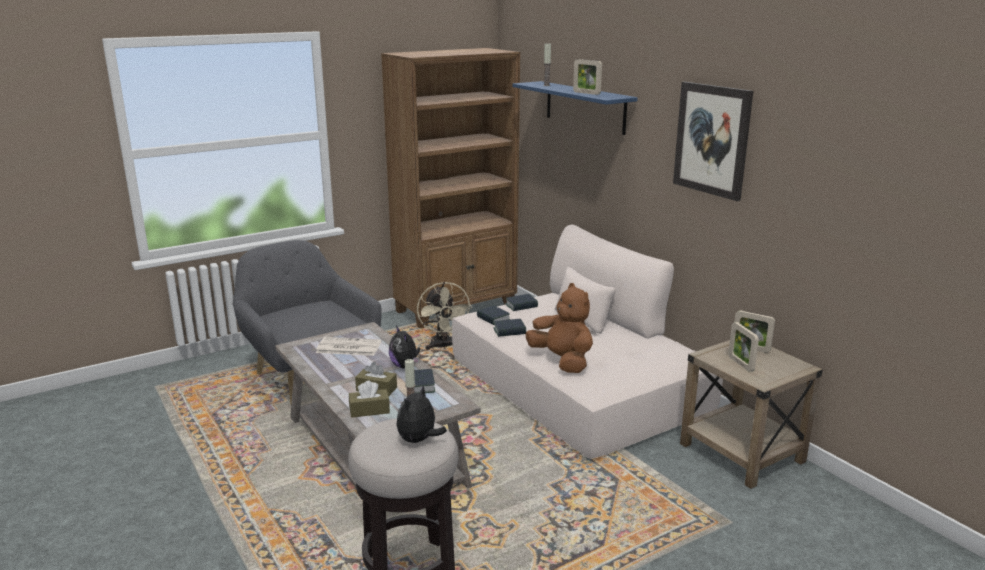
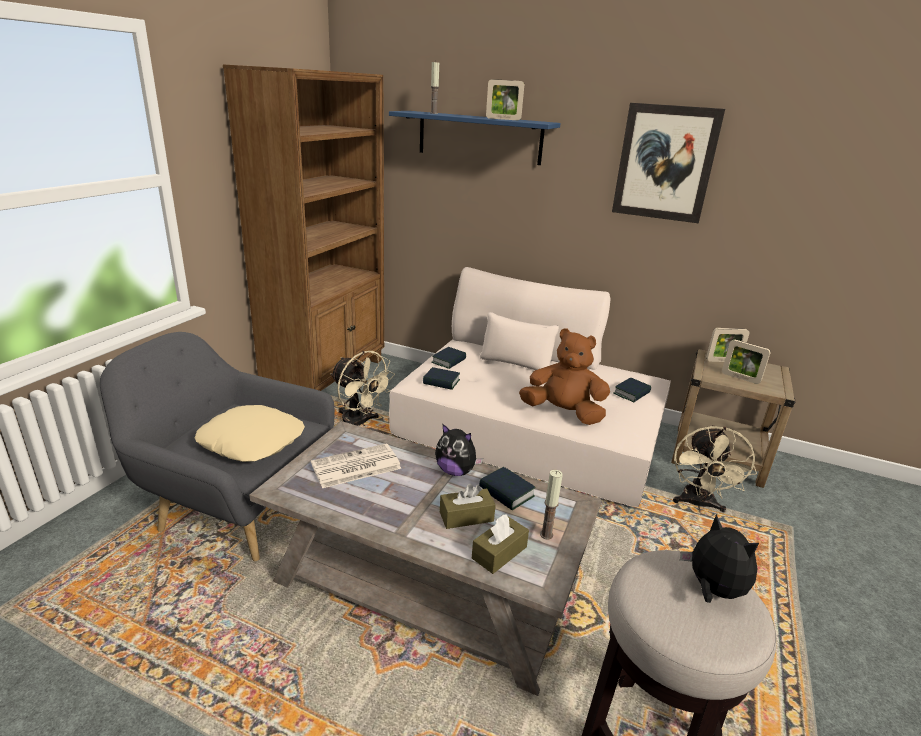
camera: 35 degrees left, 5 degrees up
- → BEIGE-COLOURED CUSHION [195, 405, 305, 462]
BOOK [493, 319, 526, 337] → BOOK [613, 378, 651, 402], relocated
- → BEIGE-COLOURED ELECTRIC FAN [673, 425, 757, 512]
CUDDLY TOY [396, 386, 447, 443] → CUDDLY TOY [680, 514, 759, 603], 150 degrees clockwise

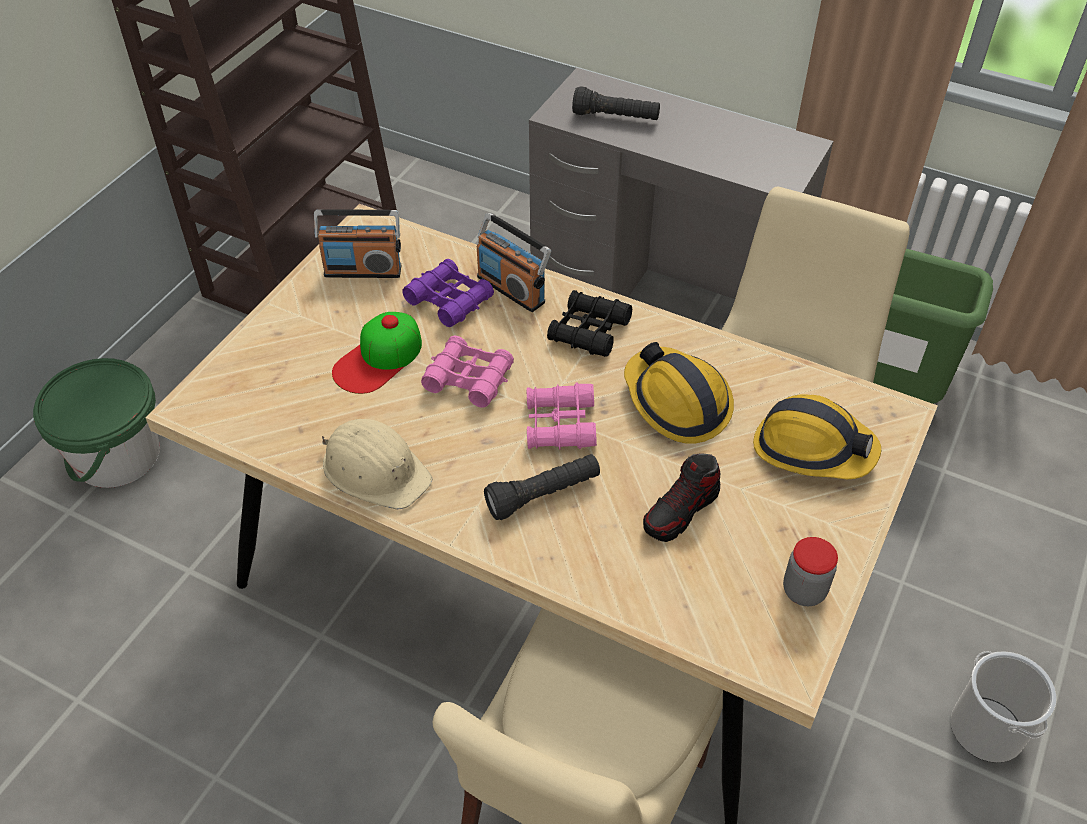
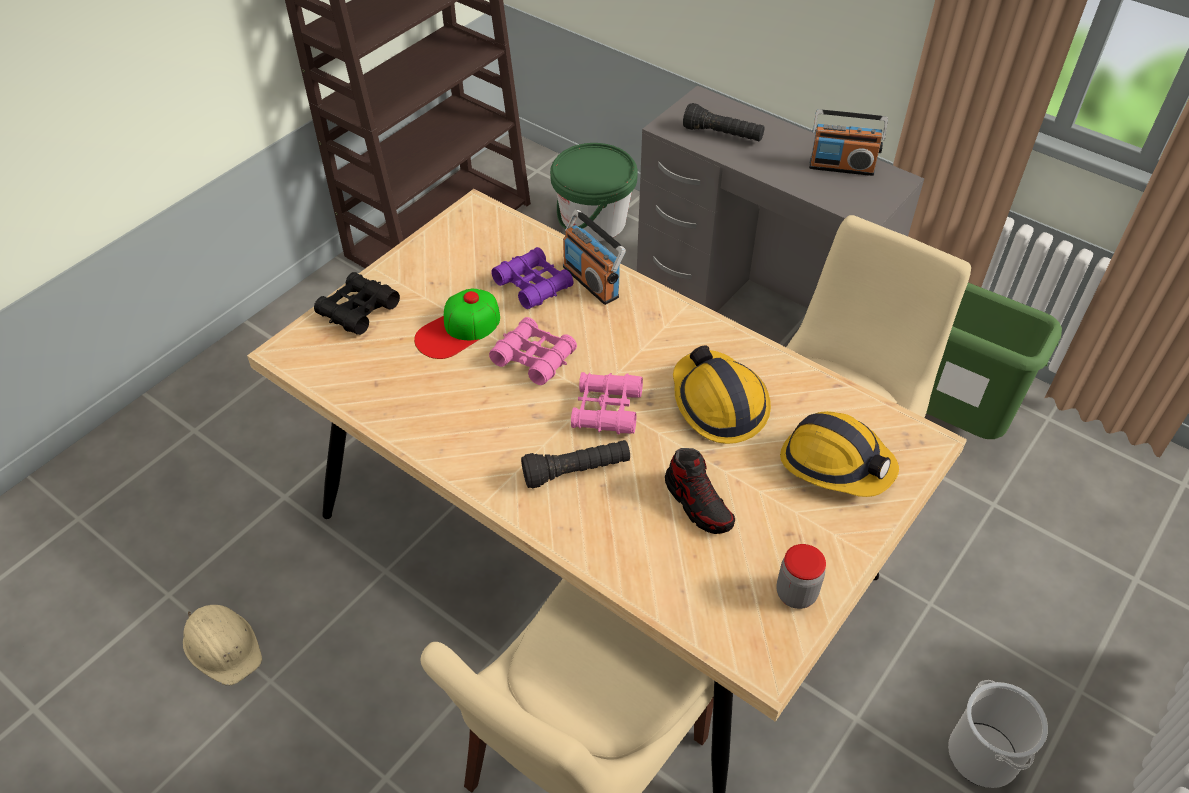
camera: 10 degrees right, 0 degrees up
BEIGE-COLOURED HARD HAT [322, 419, 432, 509] → BEIGE-COLOURED HARD HAT [183, 605, 262, 686], relocated
BLACKISH PAIR OF BINOCULARS [547, 290, 632, 357] → BLACKISH PAIR OF BINOCULARS [314, 272, 400, 335], relocated
GREENISH BUCKET [33, 358, 160, 488] → GREENISH BUCKET [550, 143, 638, 241], relocated
SHOE [643, 453, 720, 542] → SHOE [665, 448, 735, 534], 90 degrees counterclockwise
RADIO [314, 209, 401, 278] → RADIO [809, 109, 888, 176], relocated

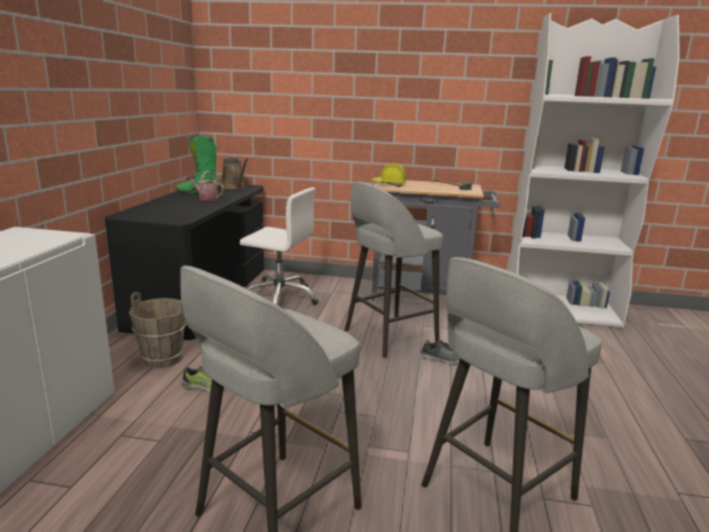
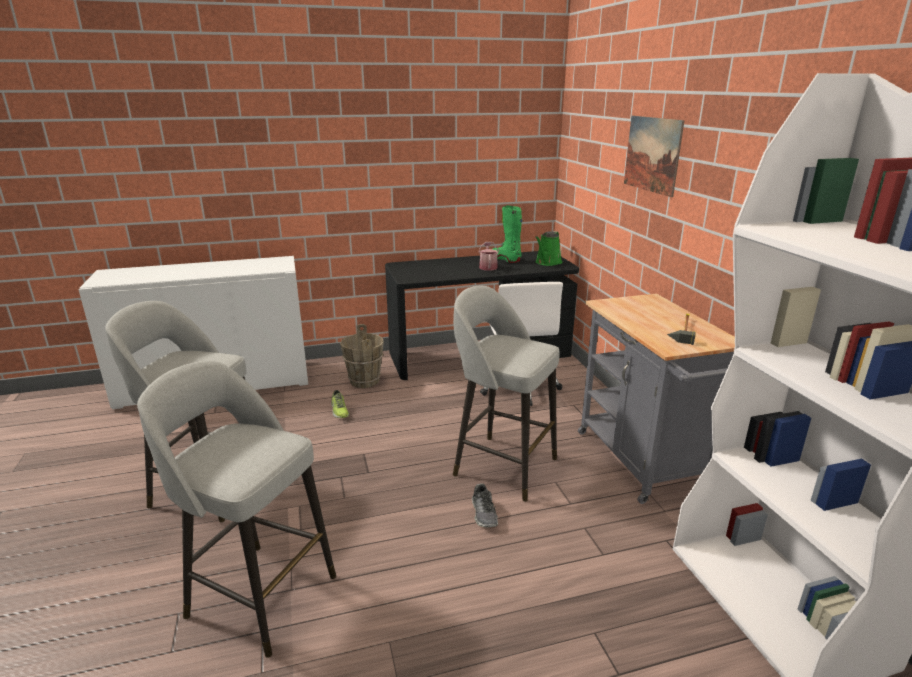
camera: 65 degrees right, 5 degrees up
BROWN-COLOURED WATERING CAN [220, 157, 248, 189] → GREENISH WATERING CAN [535, 231, 562, 266]
- → PICTURE [624, 116, 684, 197]
YELLOW-COLOURED HARD HAT [372, 163, 406, 187] → -

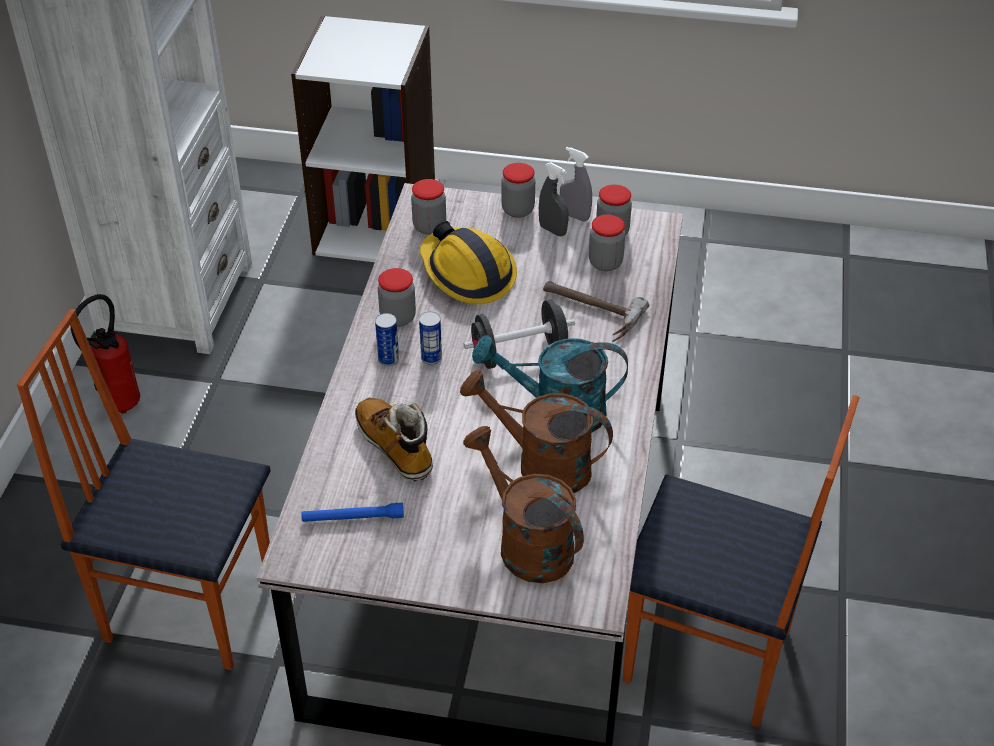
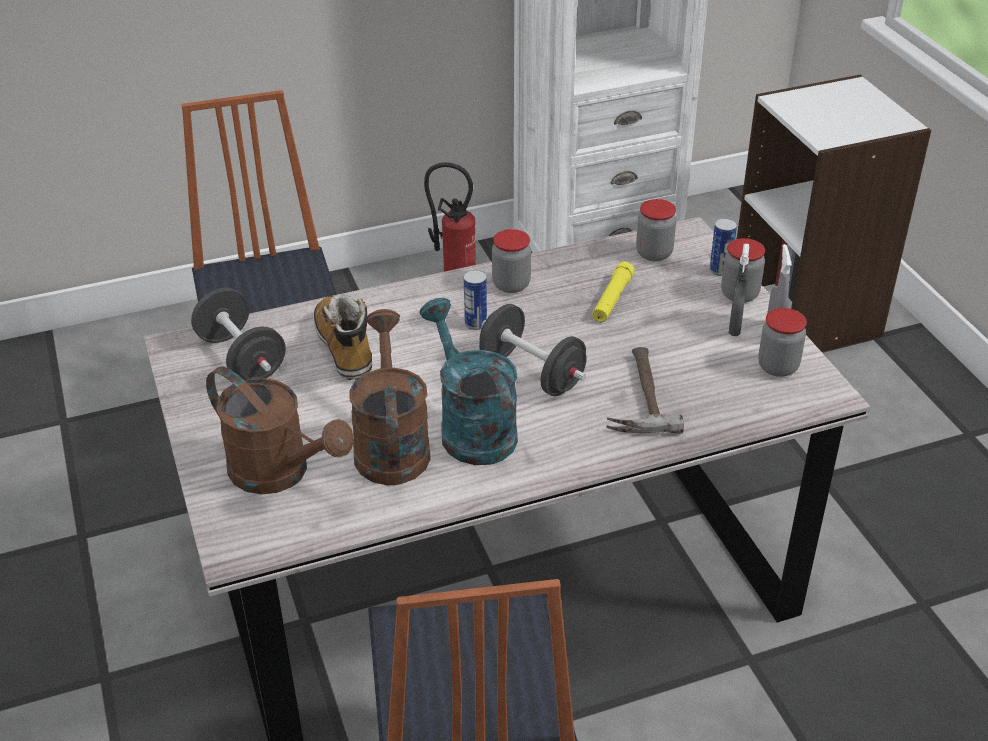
camera: 60 degrees right, 5 degrees down
BLUISH FLASHLIGHT [301, 503, 404, 522] → BLACKISH FREE WEIGHT [191, 288, 286, 380]
BROWN-COLOURED WATERING CAN [463, 426, 584, 583] → BROWN-COLOURED WATERING CAN [206, 367, 354, 494], 105 degrees clockwise
HIGH-TOP BOOT [355, 397, 433, 481] → HIGH-TOP BOOT [313, 294, 372, 380], 45 degrees counterclockwise
HARD HAT [420, 221, 517, 304] → YELLOW-COLOURED FLASHLIGHT [592, 262, 635, 322]
METAL CAN [375, 313, 399, 367] → METAL CAN [710, 218, 737, 276], relocated
JAR [589, 215, 625, 271] → -

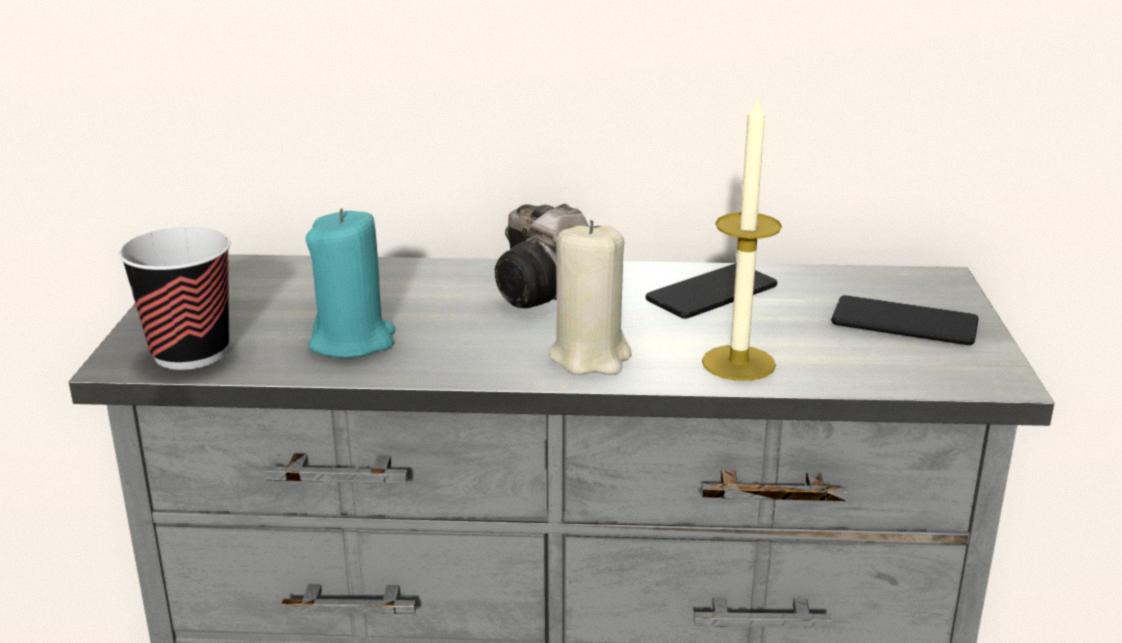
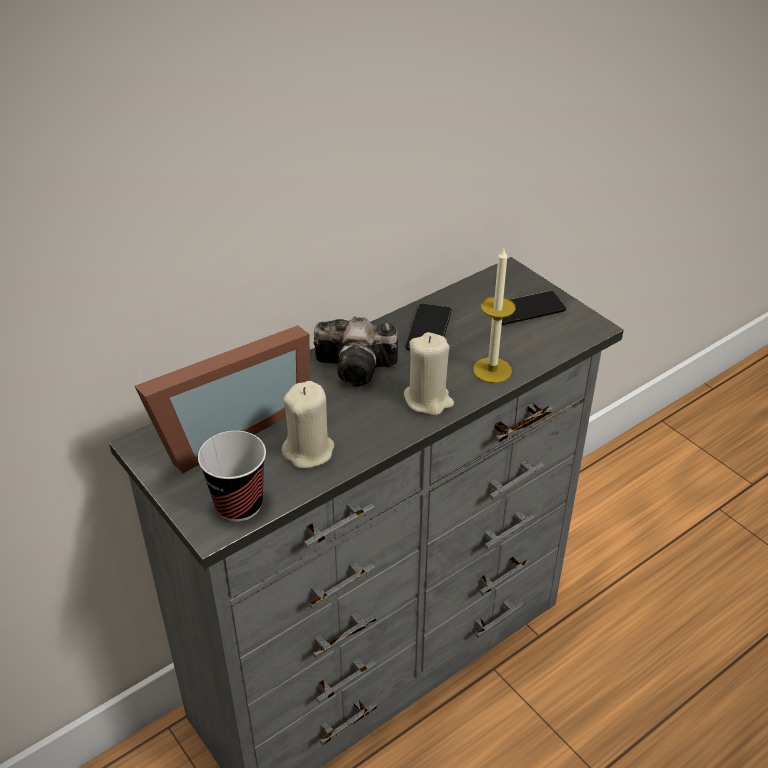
camera: 40 degrees left, 15 degrees up
- → PICTURE FRAME [134, 325, 310, 473]
BLUE-GREEN CANDLE [306, 208, 395, 358] → BEIGE-COLOURED CANDLE [282, 381, 334, 469]

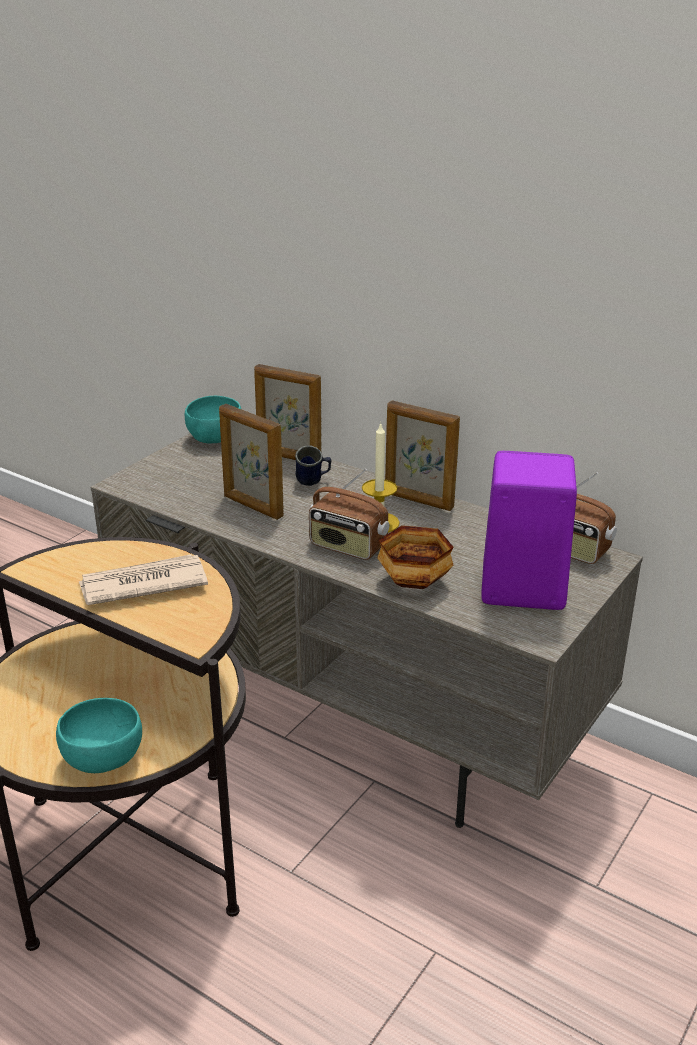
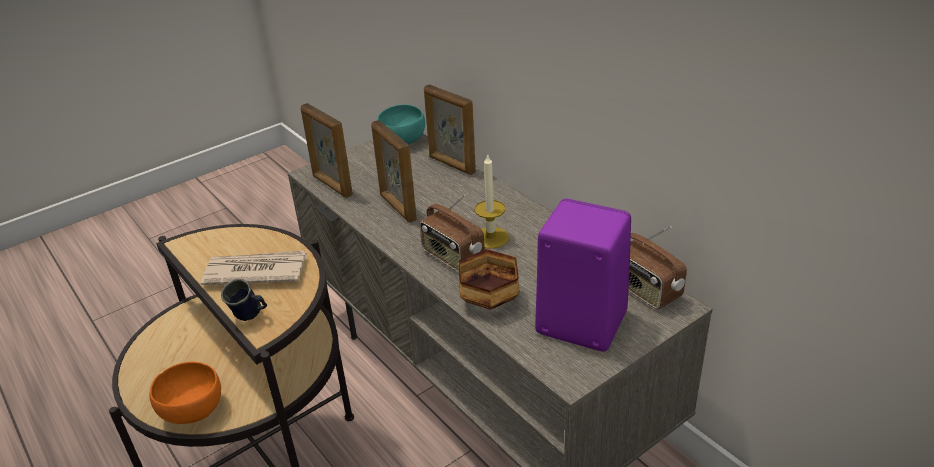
camera: 20 degrees right, 5 degrees up
BLUE-GREEN DEEP DISH [56, 698, 142, 773] → ORANGEY DEEP DISH [150, 362, 221, 424]
BLUISH TEA MUG [295, 446, 331, 486] → BLUISH TEA MUG [221, 279, 267, 321], relocated
PICTURE FRAME [385, 401, 460, 511] → PICTURE FRAME [301, 103, 353, 198], relocated

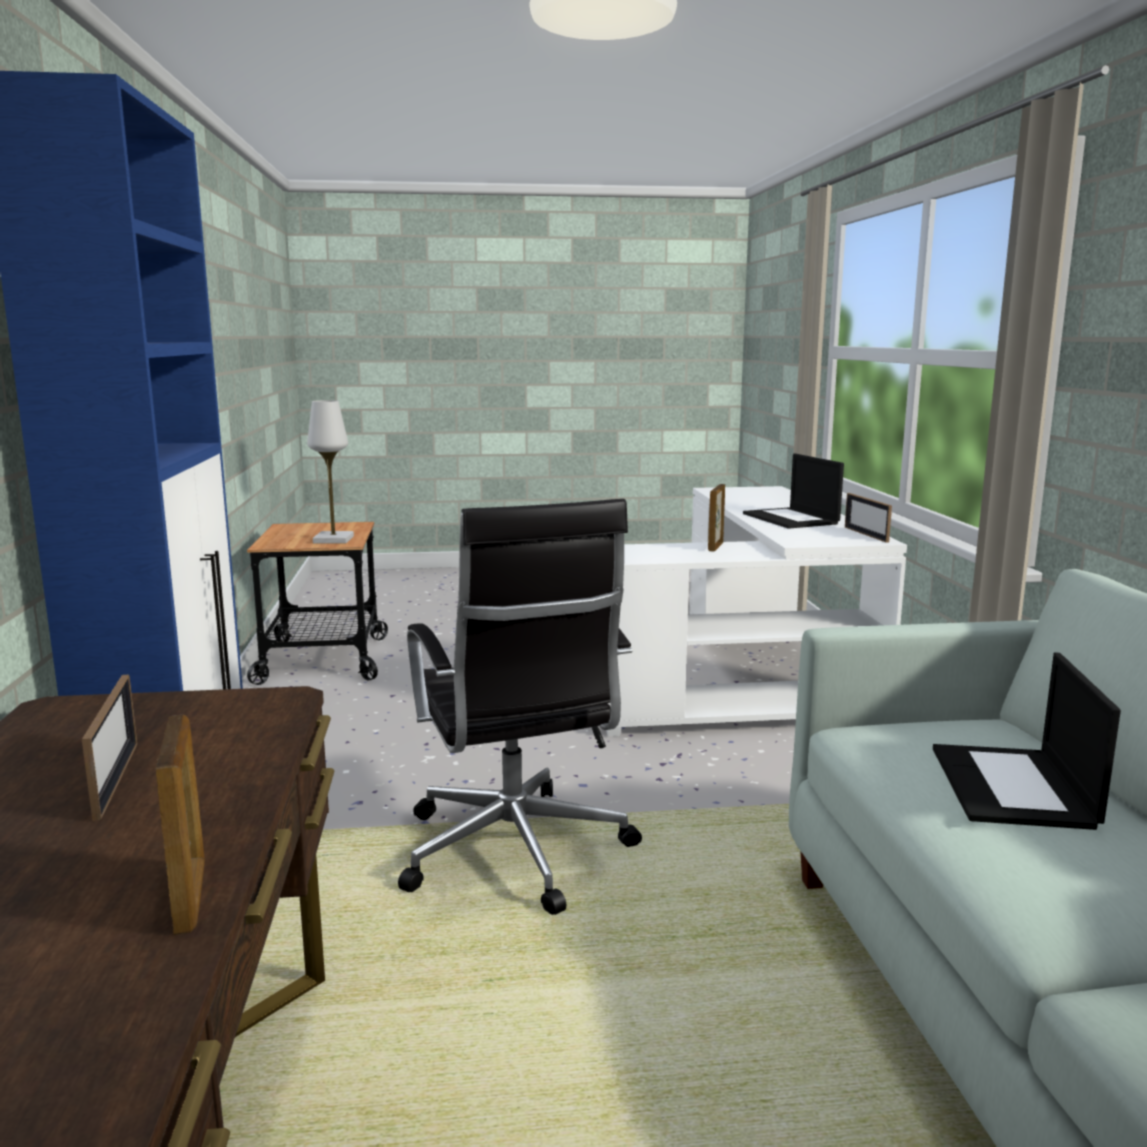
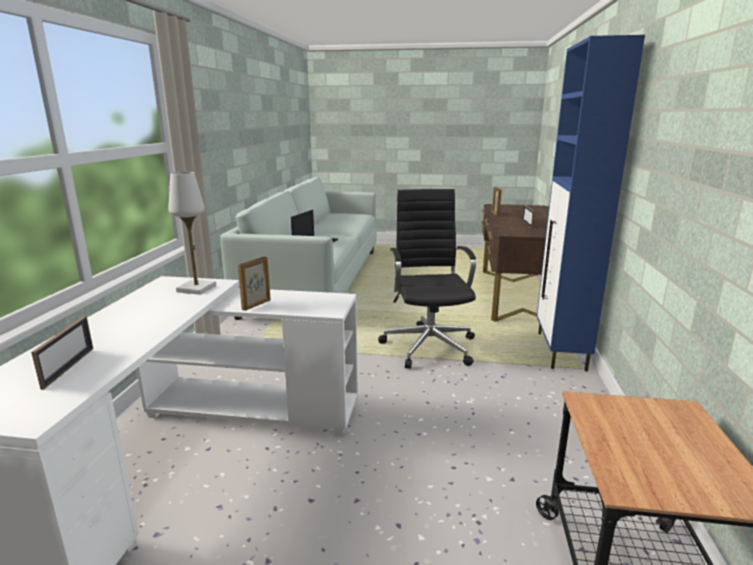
camera: 165 degrees left, 5 degrees up
PICTURE FRAME [845, 493, 892, 543] → PICTURE FRAME [31, 316, 93, 390], relocated
WHITE-COLOURED LAMP FOR A TABLE [307, 400, 354, 543] → WHITE-COLOURED LAMP FOR A TABLE [168, 172, 216, 295], relocated
PORTABLE COMPUTER [743, 454, 844, 529] → -

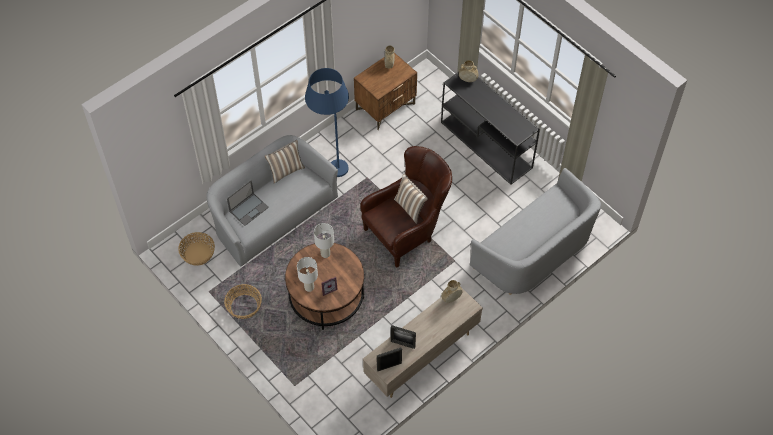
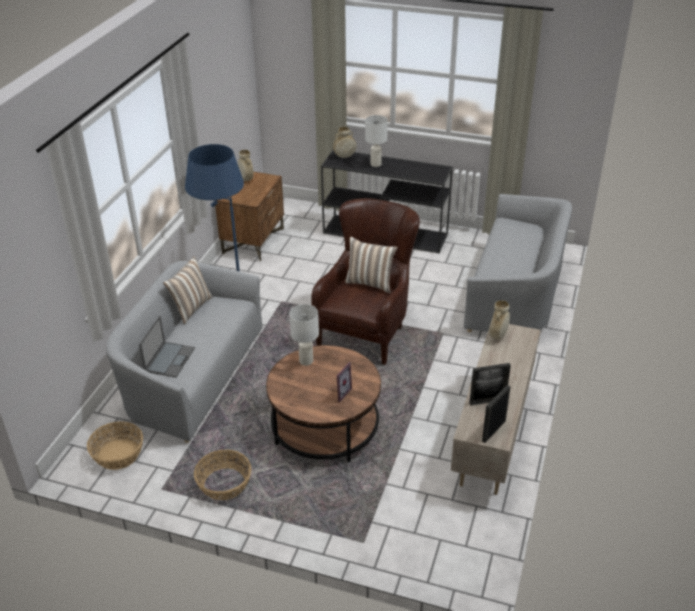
camera: 30 degrees left, 20 degrees down
WHITE-COLOURED LAMP FOR A TABLE [297, 257, 318, 292] → WHITE-COLOURED LAMP FOR A TABLE [365, 115, 388, 167], relocated

